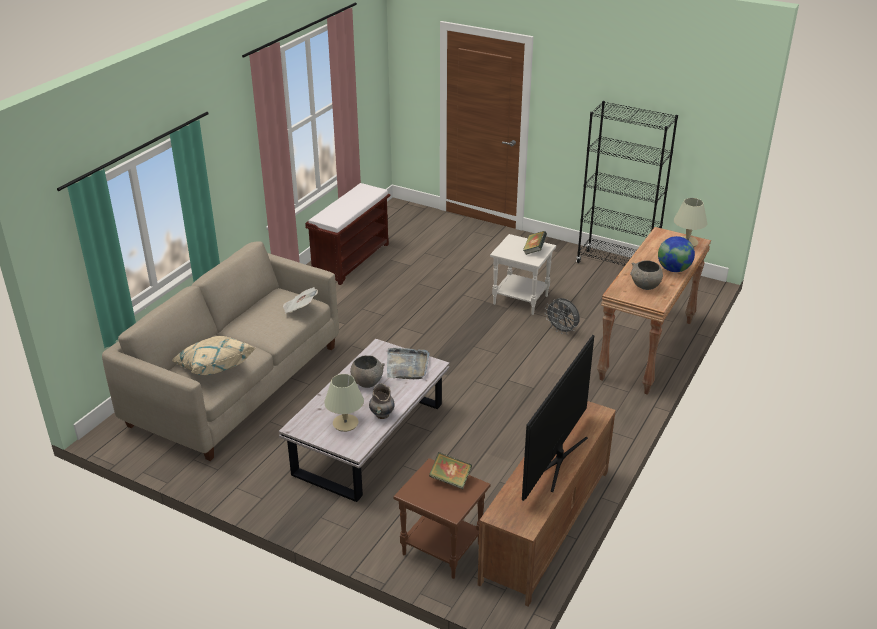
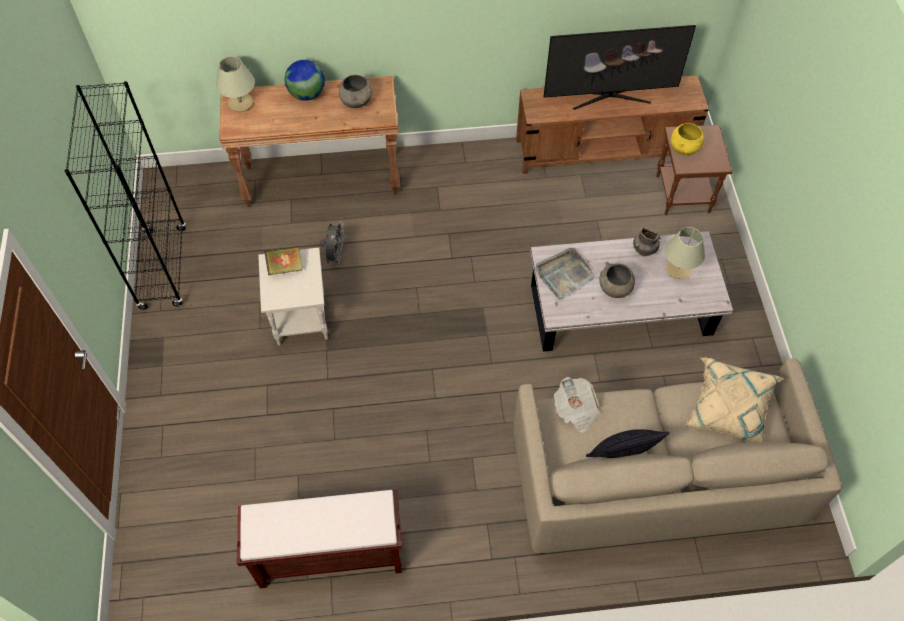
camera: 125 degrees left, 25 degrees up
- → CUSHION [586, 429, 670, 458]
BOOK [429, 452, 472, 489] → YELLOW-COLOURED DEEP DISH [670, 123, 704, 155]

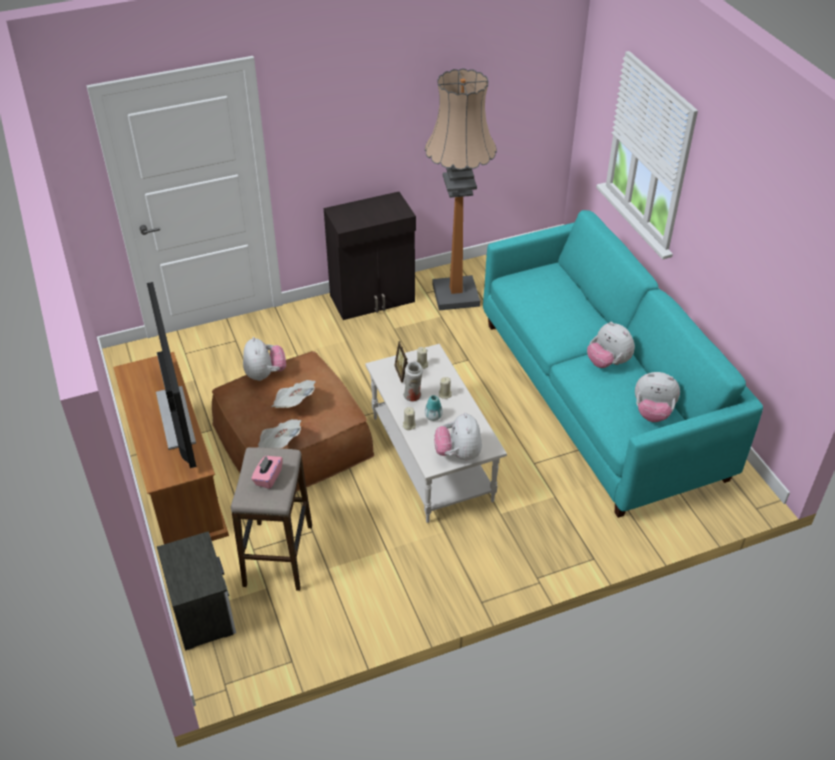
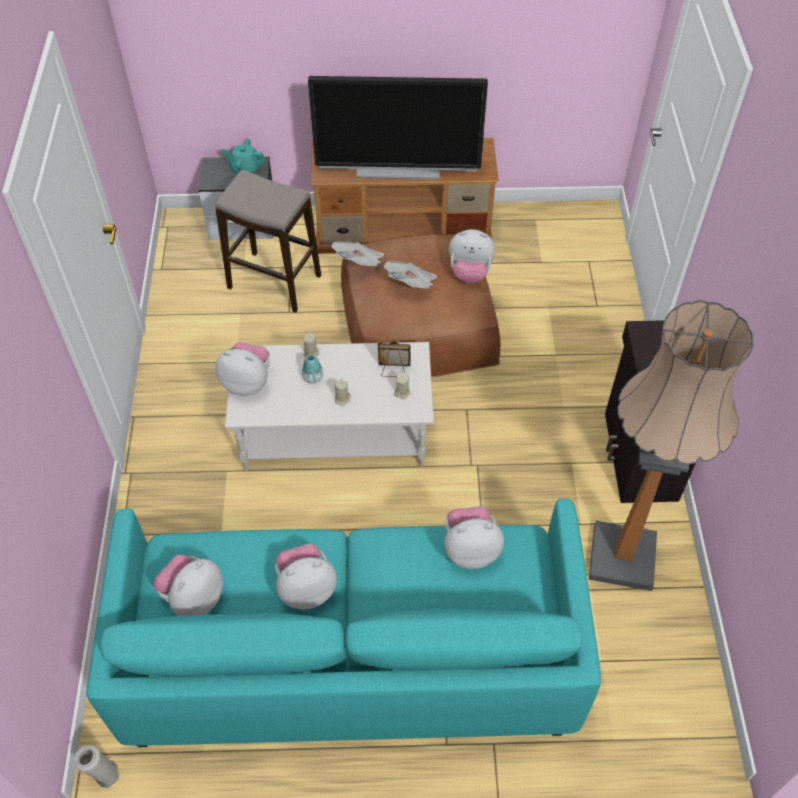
camera: 110 degrees right, 10 degrees up
WHITE-COLOURED VASE [403, 361, 423, 402] → WHITE-COLOURED VASE [75, 745, 119, 788], relocated
- → BLUE-GREEN TEAPOT [222, 139, 266, 174]
- → CUDDLY TOY [444, 506, 504, 569]
PINK BOX OF TISSUES [251, 456, 283, 489] → -

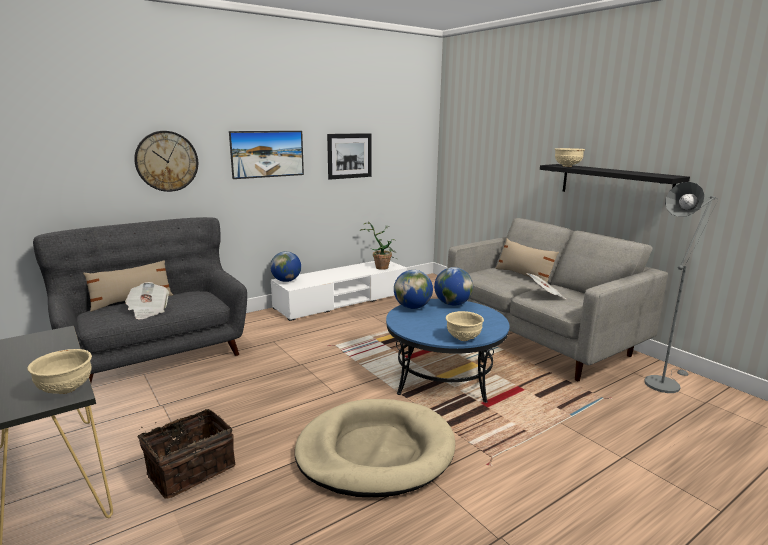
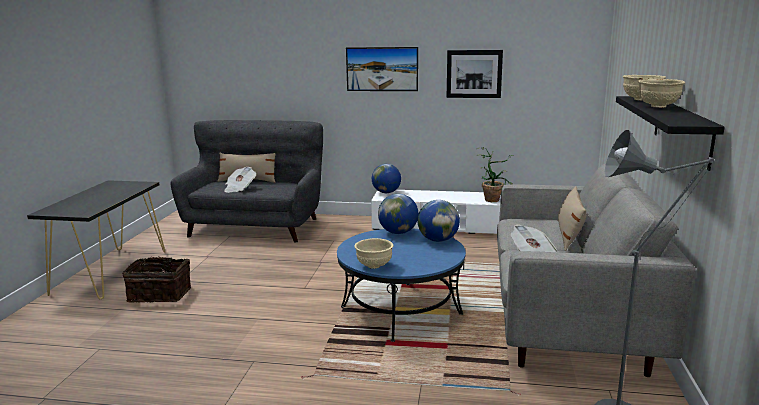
camera: 45 degrees right, 0 degrees up
BEIGE-COLOURED DEEP DISH [27, 349, 92, 394] → BEIGE-COLOURED DEEP DISH [638, 79, 685, 108], relocated
CLOCK ON THE WALL [134, 131, 198, 192] → -
BEIGE-COLOURED DOG CUSHION [295, 399, 455, 497] → -

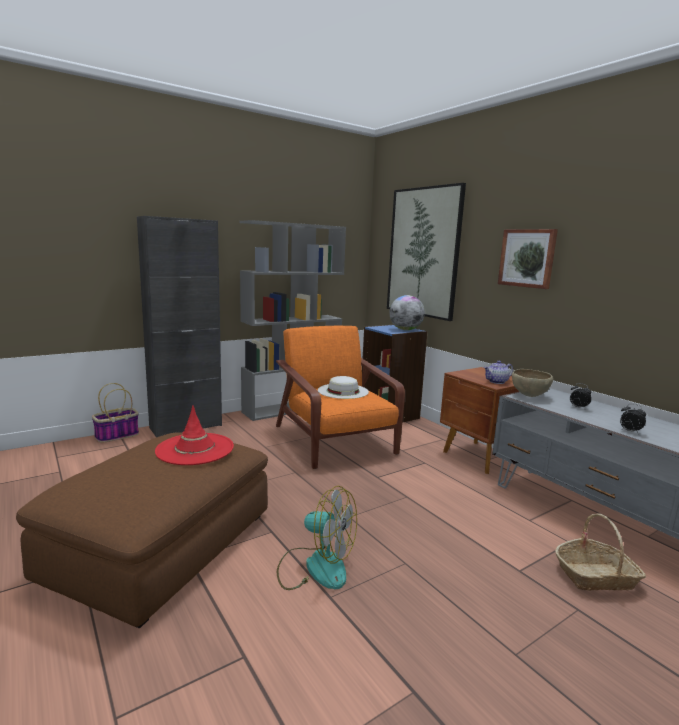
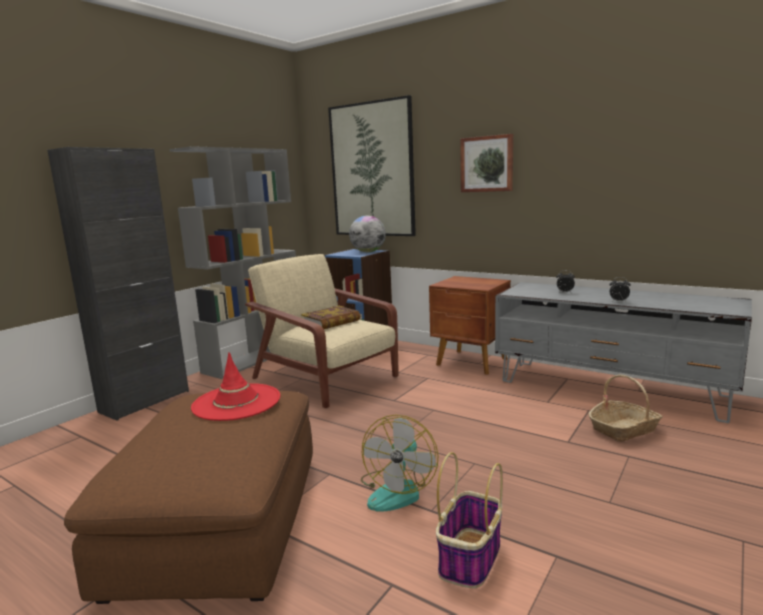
camera: 20 degrees left, 0 degrees up
ORANGEY LOUNGE CHAIR [276, 326, 405, 469] → BEIGE-COLOURED LOUNGE CHAIR [245, 254, 399, 408]
WHITE-COLOURED HAT [318, 376, 369, 399] → BOOK [301, 306, 360, 329]
ELECTRIC FAN [277, 486, 357, 590] → ELECTRIC FAN [361, 415, 439, 512], 105 degrees clockwise
STORAGE BASKET [92, 383, 139, 443] → STORAGE BASKET [436, 452, 503, 588], relocated
TEAPOT [483, 361, 513, 384] → -
BROWN-COLOURED DEEP DISH [512, 369, 553, 397] → -

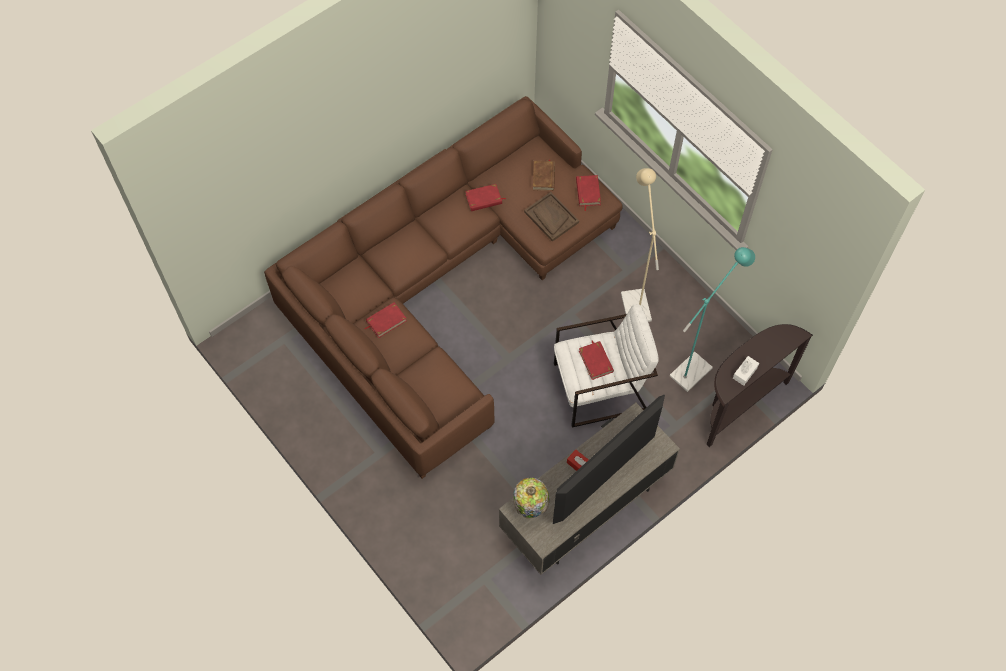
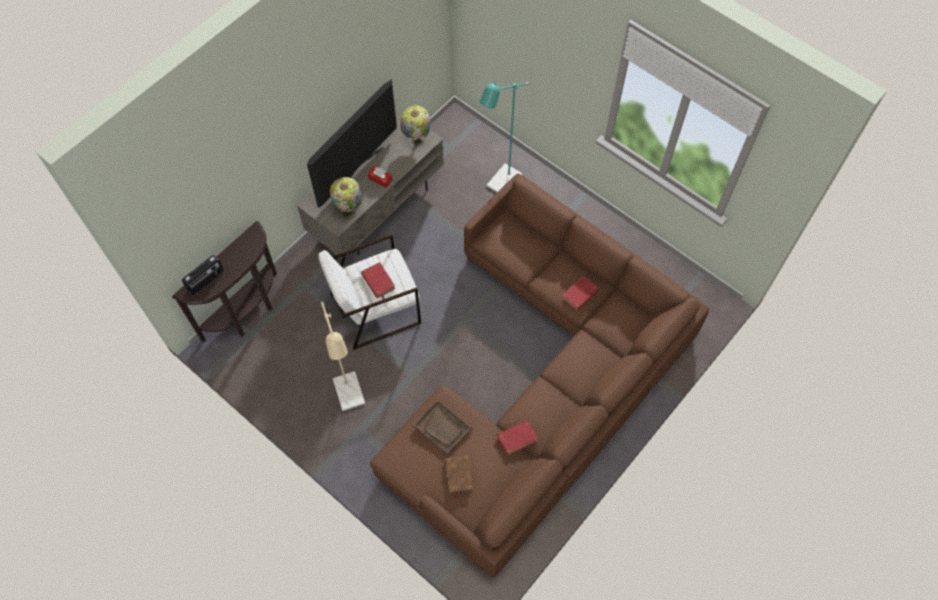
camera: 170 degrees right, 0 degrees up
- → RADIO [182, 255, 224, 295]
- → LAMP FOR A TABLE [330, 177, 362, 219]
BLUE-GREEN STANDARD LAMP [670, 247, 755, 392] → BLUE-GREEN STANDARD LAMP [480, 82, 529, 192], relocated
RED-COLOURED BOOK [576, 175, 601, 211] → -
WHITE-COLOURED BOX OF TISSUES [733, 356, 759, 386] → -

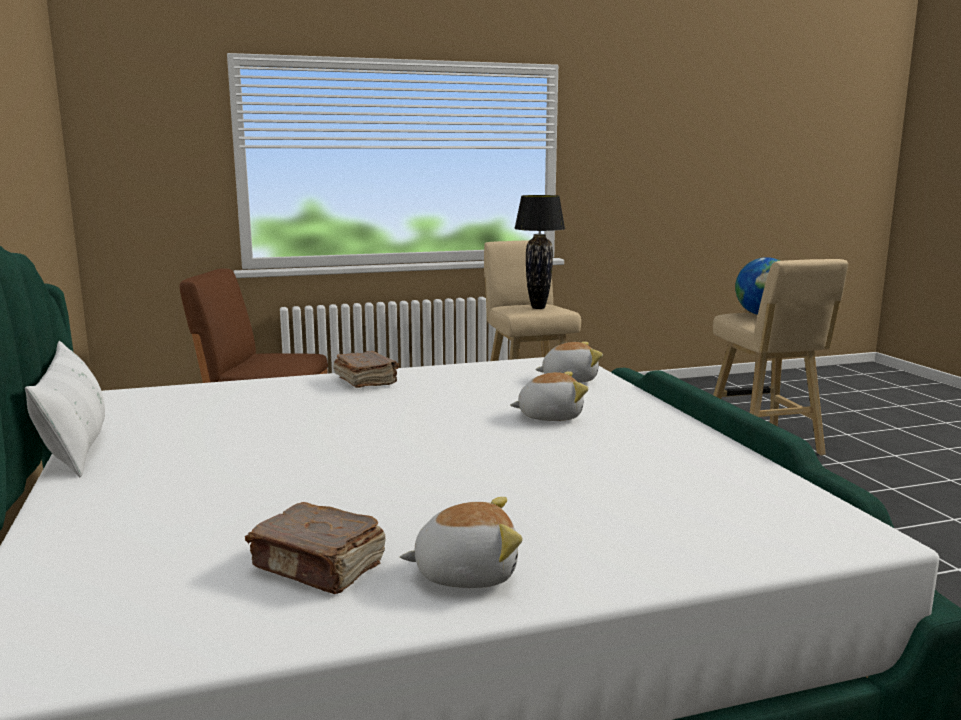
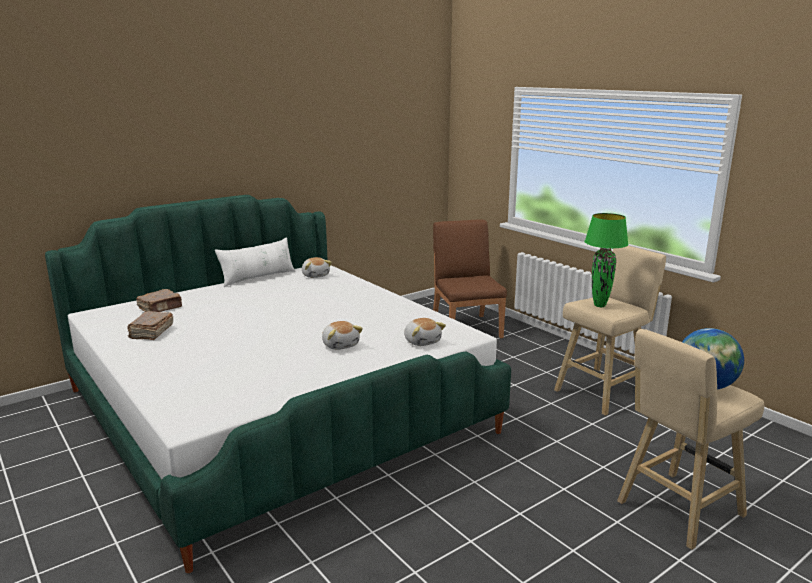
camera: 70 degrees right, 5 degrees up
BROWN-COLOURED BOOK [333, 351, 399, 388] → BROWN-COLOURED BOOK [136, 289, 182, 312], relocated
CUDDLY TOY [400, 497, 523, 588] → CUDDLY TOY [302, 257, 332, 278], relocated
BLACKISH LAMP FOR A TABLE [514, 195, 565, 309] → GREENISH LAMP FOR A TABLE [585, 213, 629, 307]

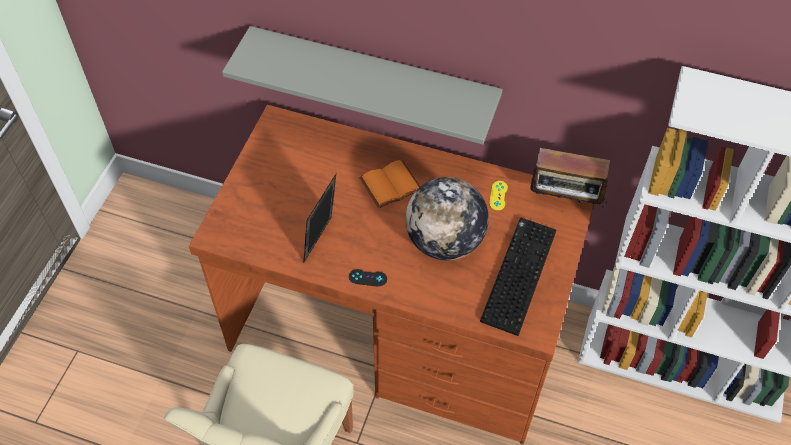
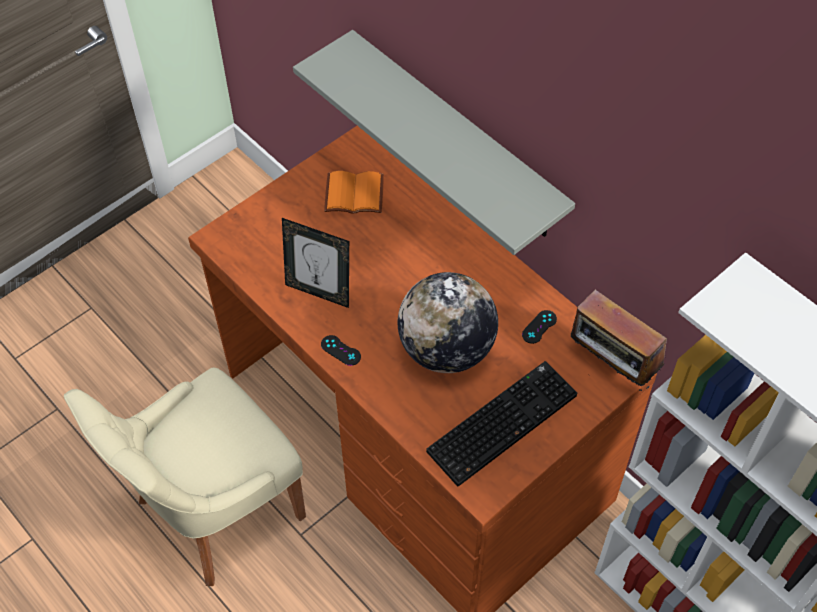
camera: 30 degrees right, 0 degrees up
PICTURE FRAME [304, 174, 336, 262] → PICTURE FRAME [282, 218, 349, 308], 120 degrees counterclockwise
ORANGEY BOOK [359, 160, 420, 208] → ORANGEY BOOK [324, 171, 384, 214], relocated
YELLOW-COLOURED JOYPAD [489, 181, 508, 210] → BLACKISH JOYPAD [522, 310, 557, 344]

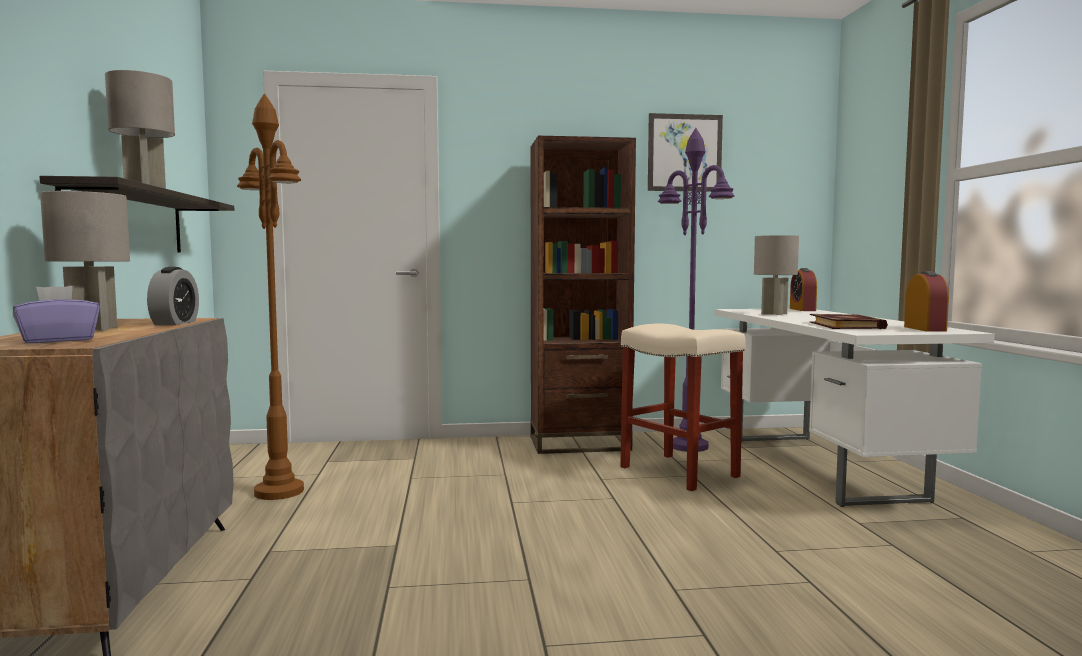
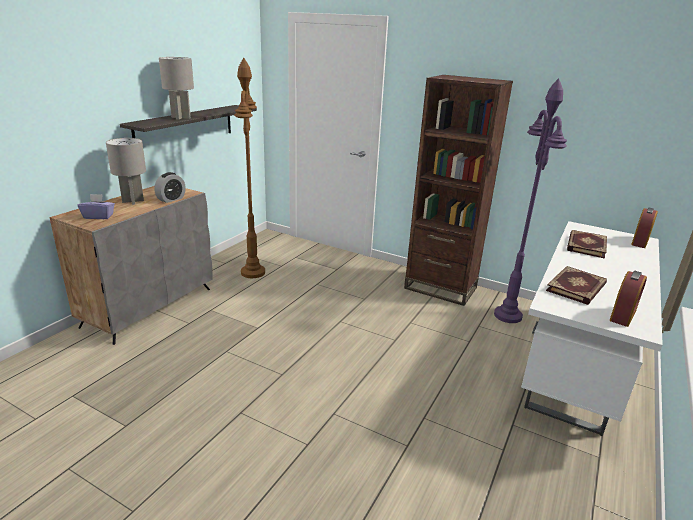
camera: 35 degrees right, 20 degrees up
GREYISH LAMP FOR A TABLE [754, 235, 799, 315] → BOOK [567, 230, 607, 259]
BEIGE-COLOURED STOOL SEAT [620, 323, 746, 491] → -
PICTURE [648, 113, 723, 192] → -

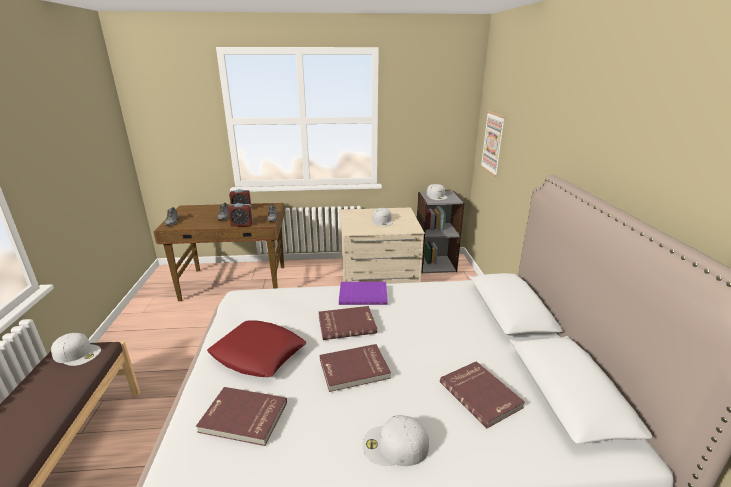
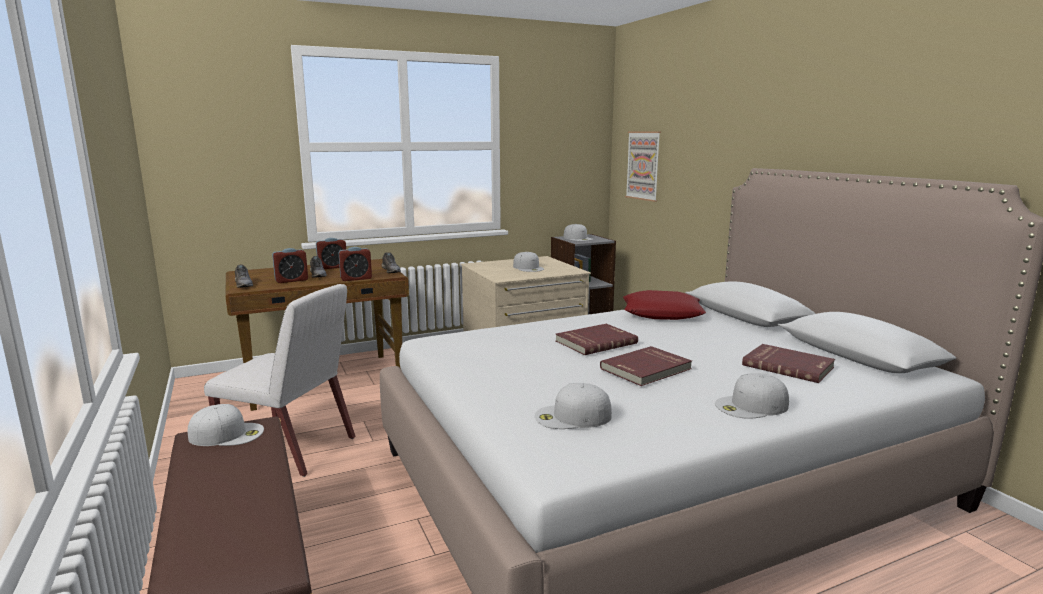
camera: 20 degrees left, 10 degrees down
- → WHITE-COLOURED CHAIR [204, 284, 355, 477]
- → BEDSIDE CLOCK [272, 248, 308, 283]
RED-COLOURED BOOK [196, 387, 287, 446] → WHITE-COLOURED PEAKED CAP [535, 383, 612, 429]
RED-COLOURED CUSHION [207, 320, 306, 377] → RED-COLOURED CUSHION [623, 290, 706, 320], relocated
PURPLISH BOOK [339, 282, 388, 305] → -

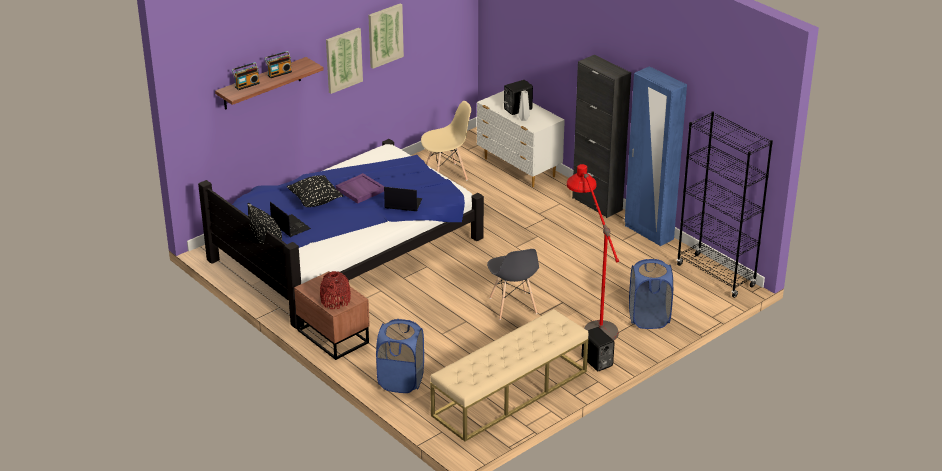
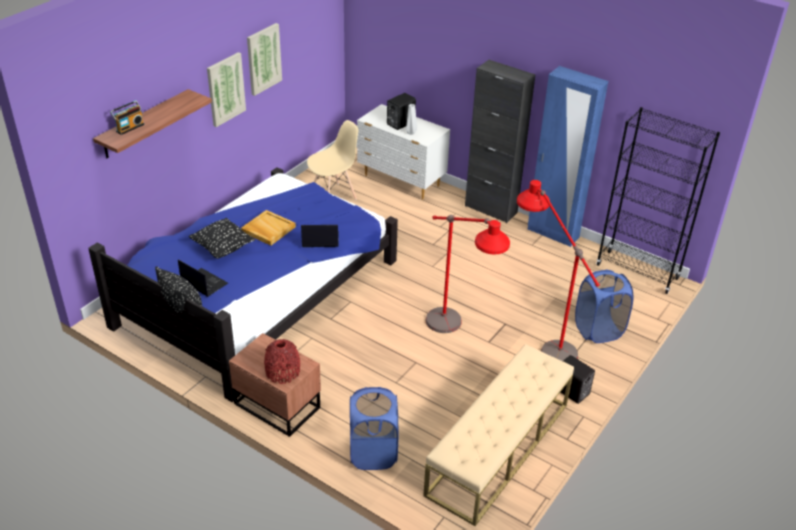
camera: 15 degrees left, 5 degrees up
PURPLISH SERVING TRAY [336, 173, 385, 204] → BEIGE-COLOURED SERVING TRAY [241, 210, 296, 246]
GREYISH CHAIR [487, 249, 539, 320] → RED-COLOURED STANDARD LAMP [425, 215, 510, 333]
RADIO [264, 51, 292, 78] → -

